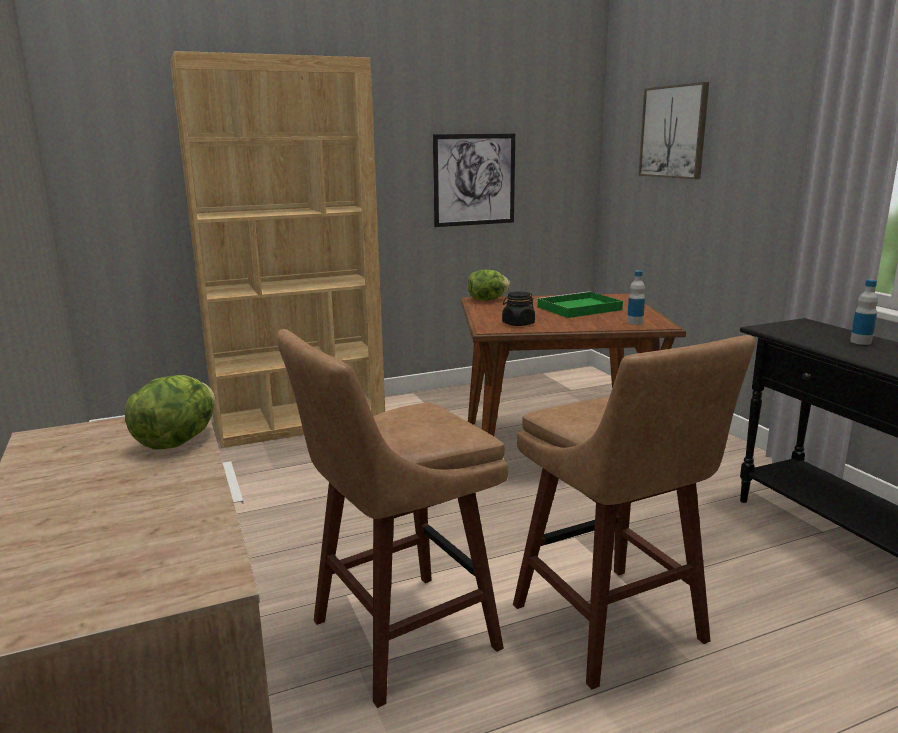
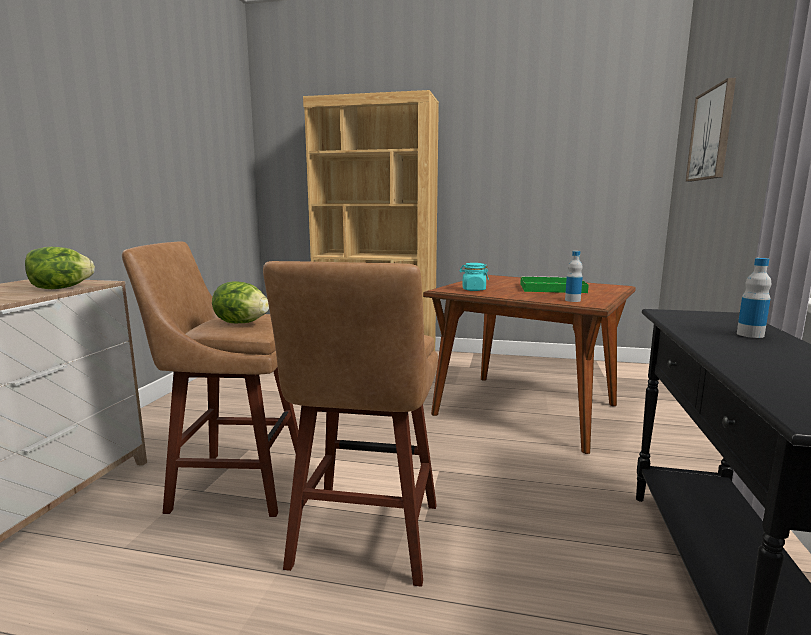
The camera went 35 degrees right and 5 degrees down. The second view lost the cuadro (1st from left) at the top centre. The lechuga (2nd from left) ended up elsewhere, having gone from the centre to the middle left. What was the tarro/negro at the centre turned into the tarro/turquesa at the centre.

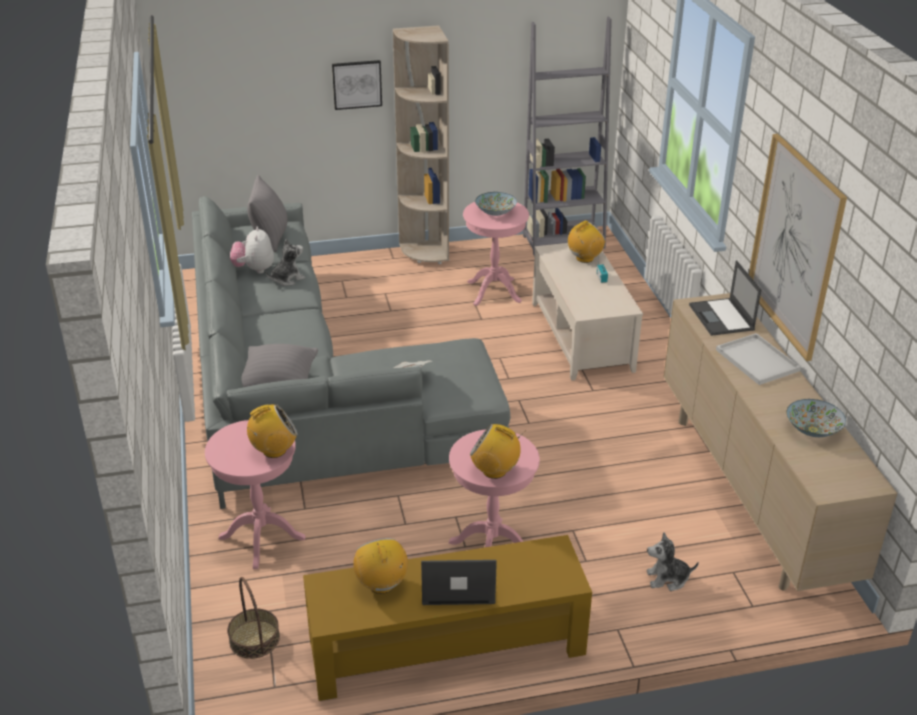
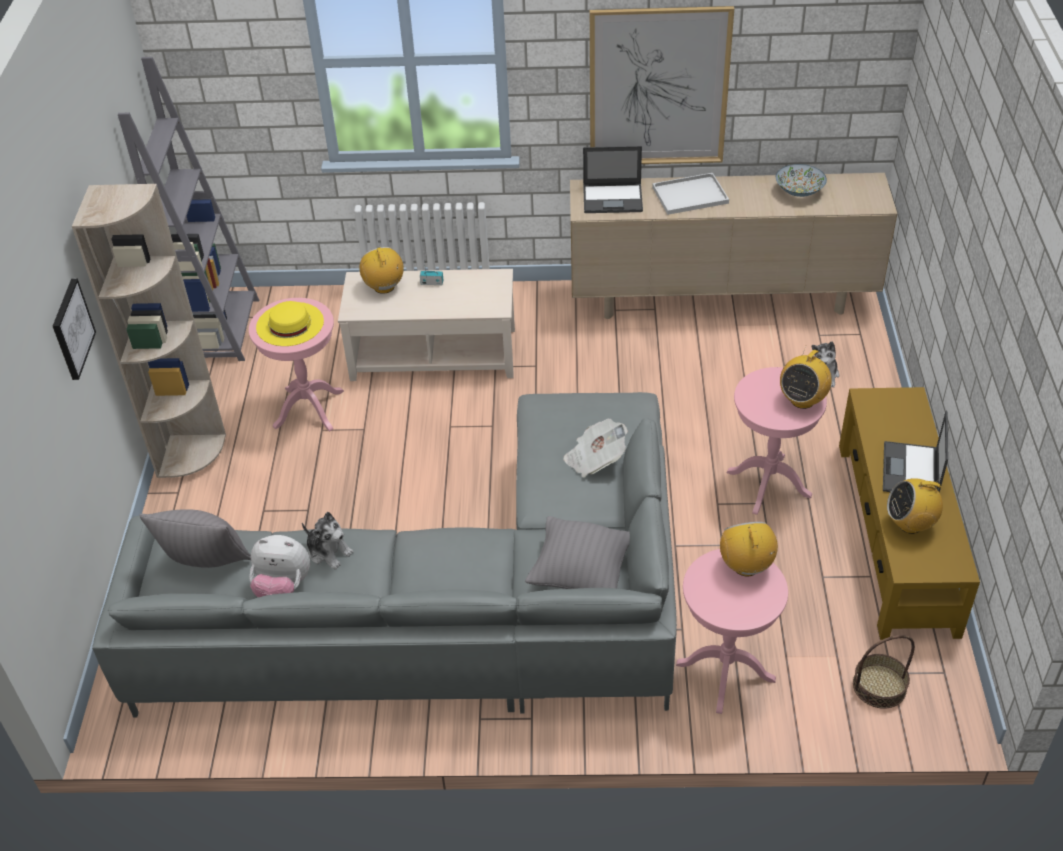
The camera went 75 degrees left and 10 degrees up. Where the cuenco (1st from left) stood at the top centre, the sombrero/amarillo came to stand at the middle left. The peluche (2nd from left) at the middle left ended up facing another way, 150 degrees clockwise from before.

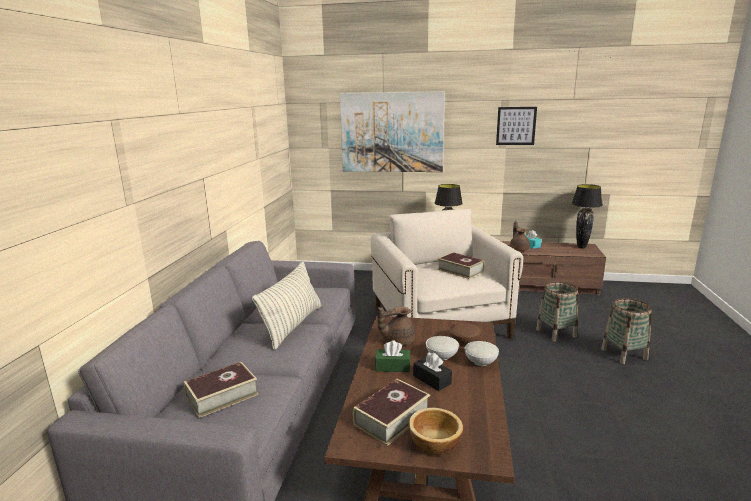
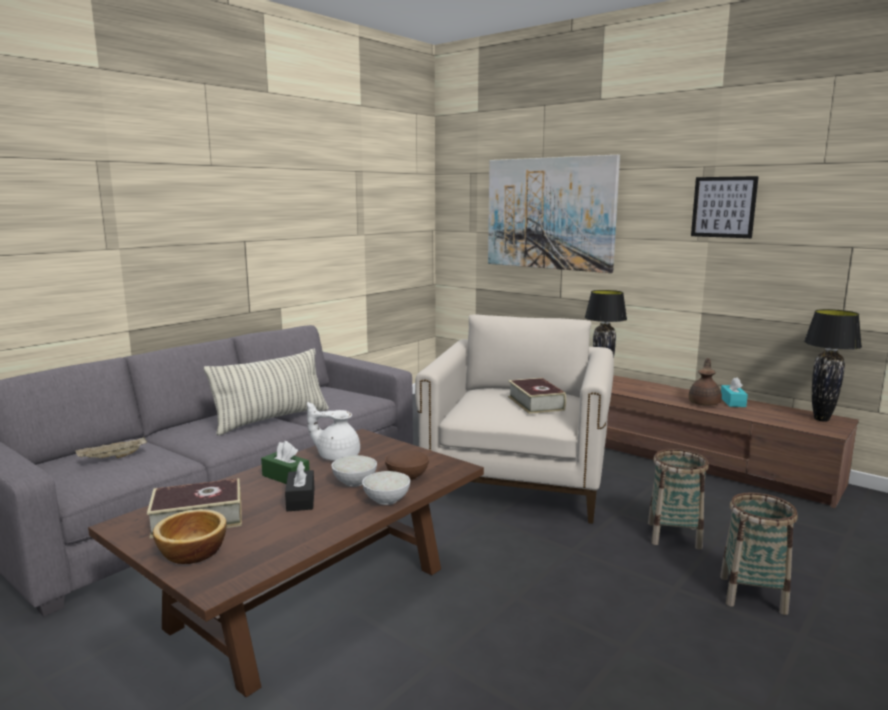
The camera went 30 degrees right and 5 degrees down. What was the tetera/marrón (1st from left) at the centre turned into the tetera/blanco at the centre. Where the libro (1st from left) stood at the bottom left, the bandeja/beis came to stand at the middle left.

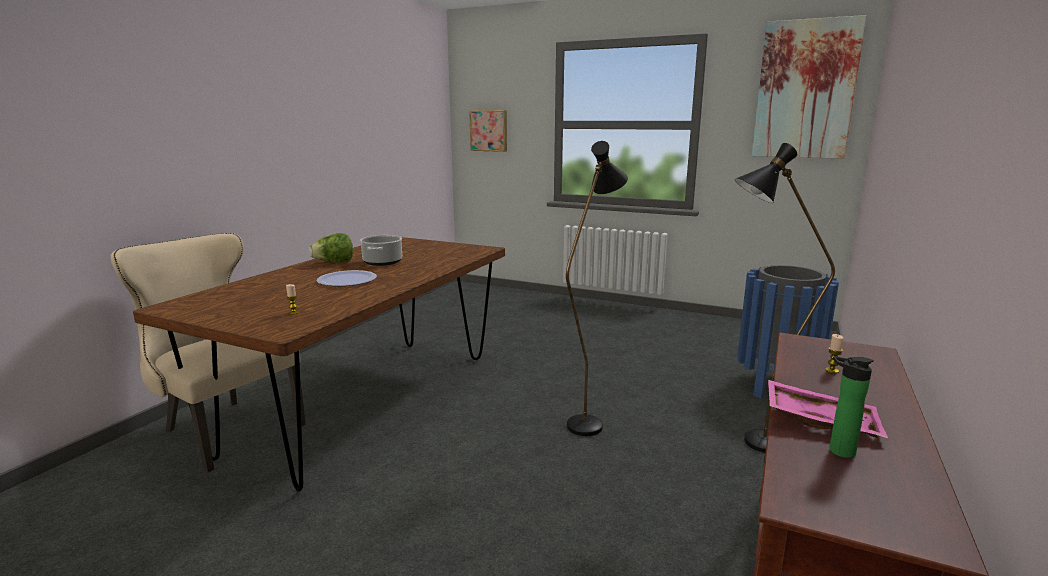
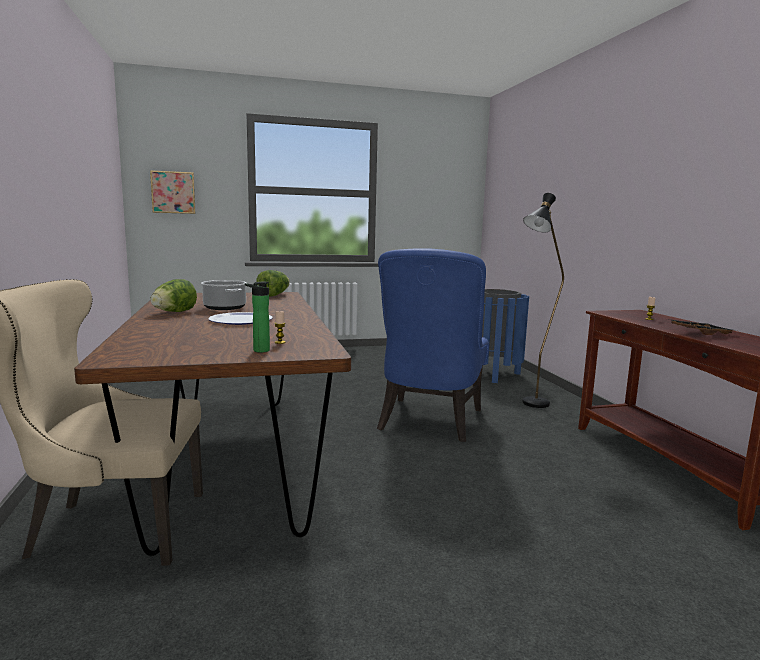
The camera went 40 degrees left and 5 degrees down. The second view lost the cuadro (2nd from left) at the top right. Where the lámpara de pie/negro (1st from left) stood at the centre, the silla/azul came to stand at the centre. The botella ended up elsewhere, having gone from the bottom right to the centre. What was the bandeja/rosa at the bottom right turned into the bandeja/negro at the middle right. The second view gained the lechuga (2nd from left) at the centre.

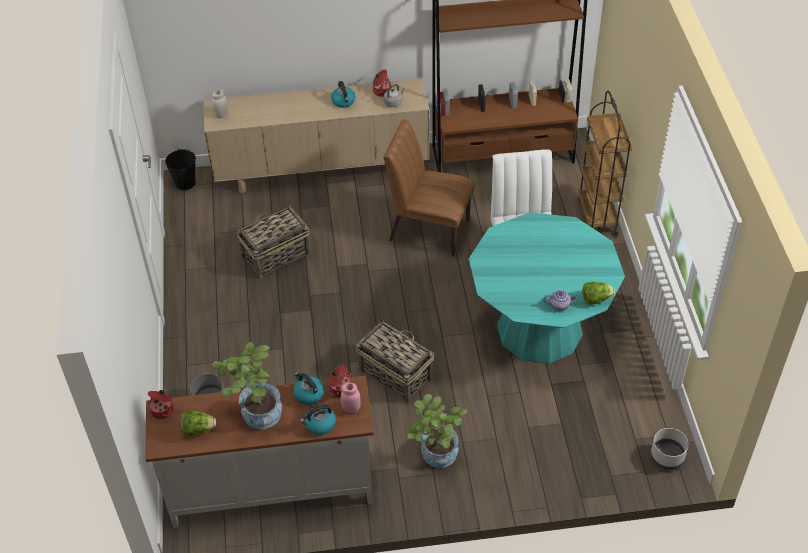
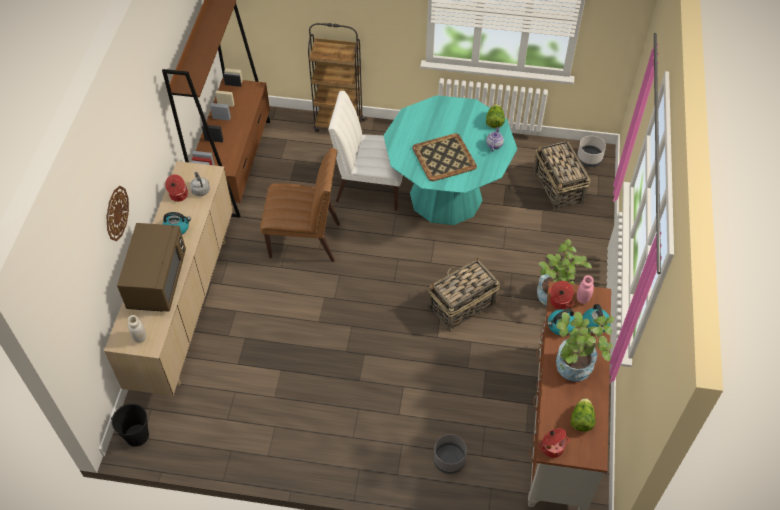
The camera went 75 degrees left and 5 degrees up. The silla/marrón at the centre ended up facing another way, 120 degrees counterclockwise from before. The cesta (1st from left in the first image) ended up elsewhere, having gone from the centre to the middle right. The second view gained the bandeja at the top centre. The second view gained the reloj de pared at the middle left. The second view gained the microondas/marrón at the middle left.

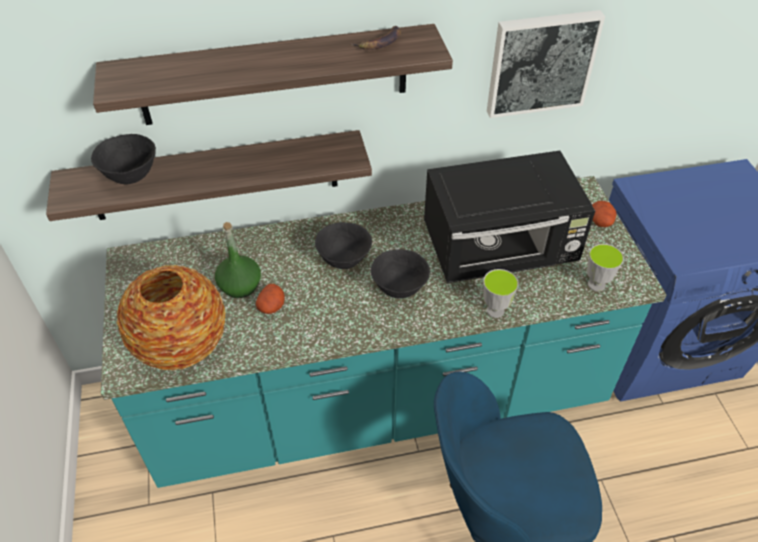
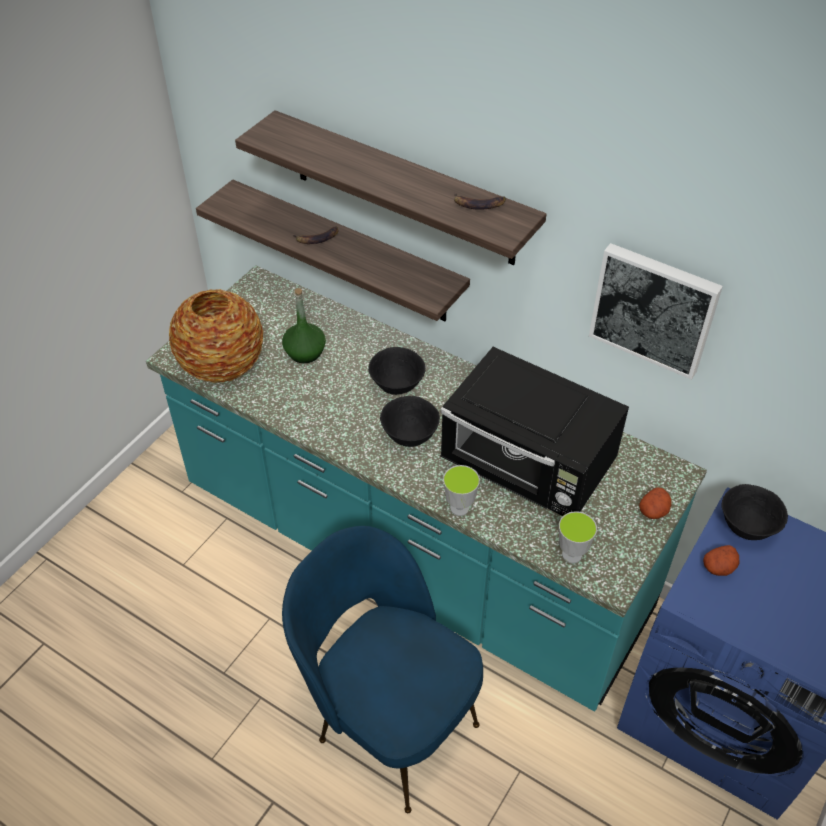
The camera went 45 degrees right and 0 degrees up. The cuenco/negro (1st from left in the first image) ended up elsewhere, having gone from the top left to the middle right. The patata (1st from left in the first image) ended up elsewhere, having gone from the centre to the bottom right. The second view gained the plátano (1st from left) at the top centre.

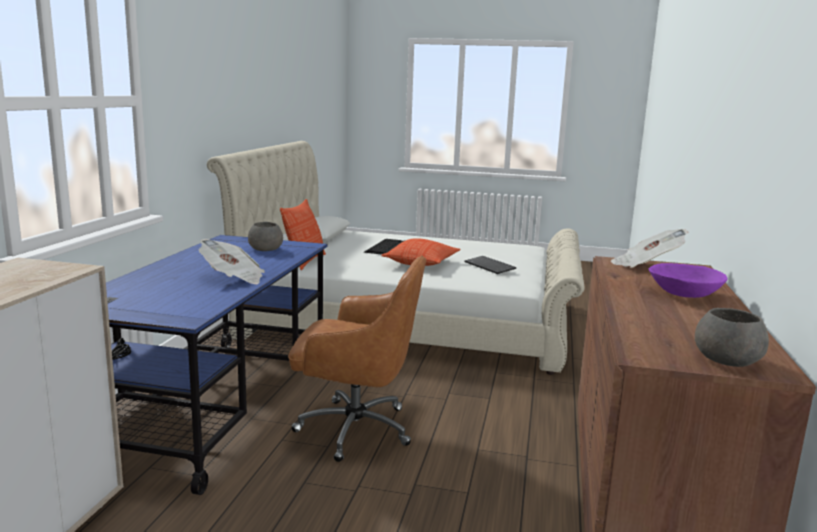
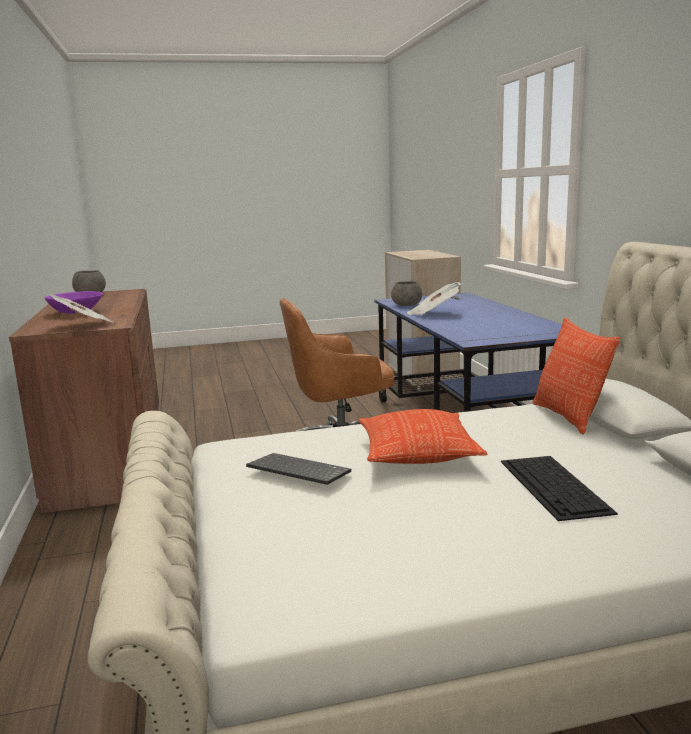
The camera went 155 degrees right and 0 degrees up. The cuenco/gris (1st from left in the first image) ended up elsewhere, having gone from the middle left to the centre.

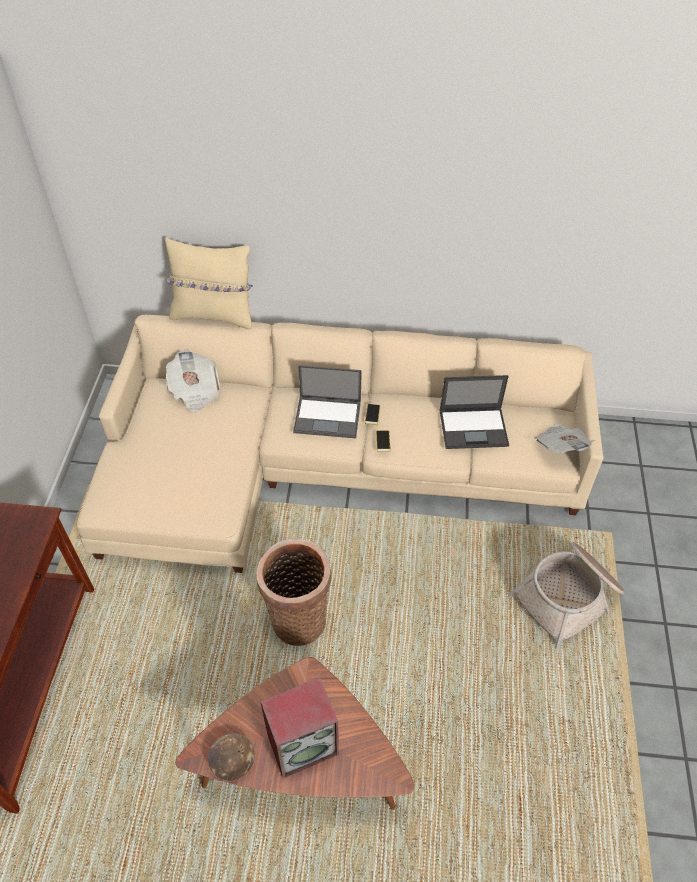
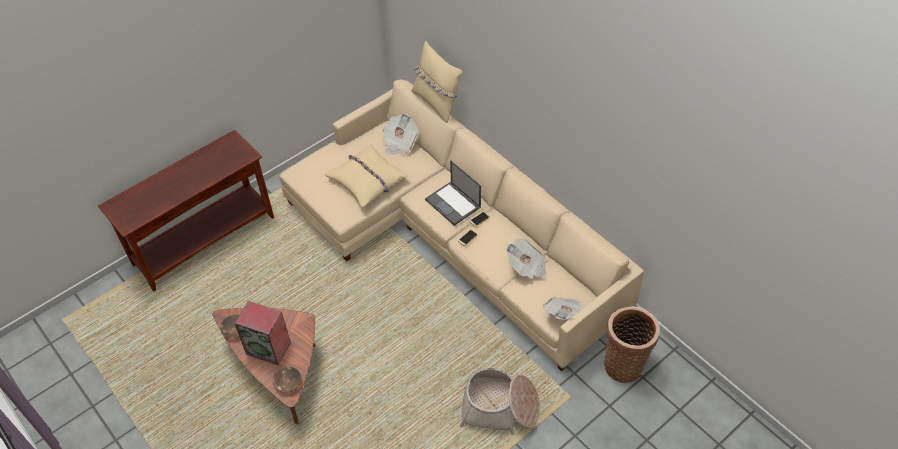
The camera went 45 degrees right and 0 degrees up. Where the portátil (2nd from left) stood at the middle right, the periódico (2nd from left) came to stand at the centre. The cesta (1st from left in the first image) ended up elsewhere, having gone from the bottom centre to the bottom right. The second view gained the cojín/beis (1st from left) at the centre. The second view gained the cuenco/marrón (2nd from left) at the bottom left.

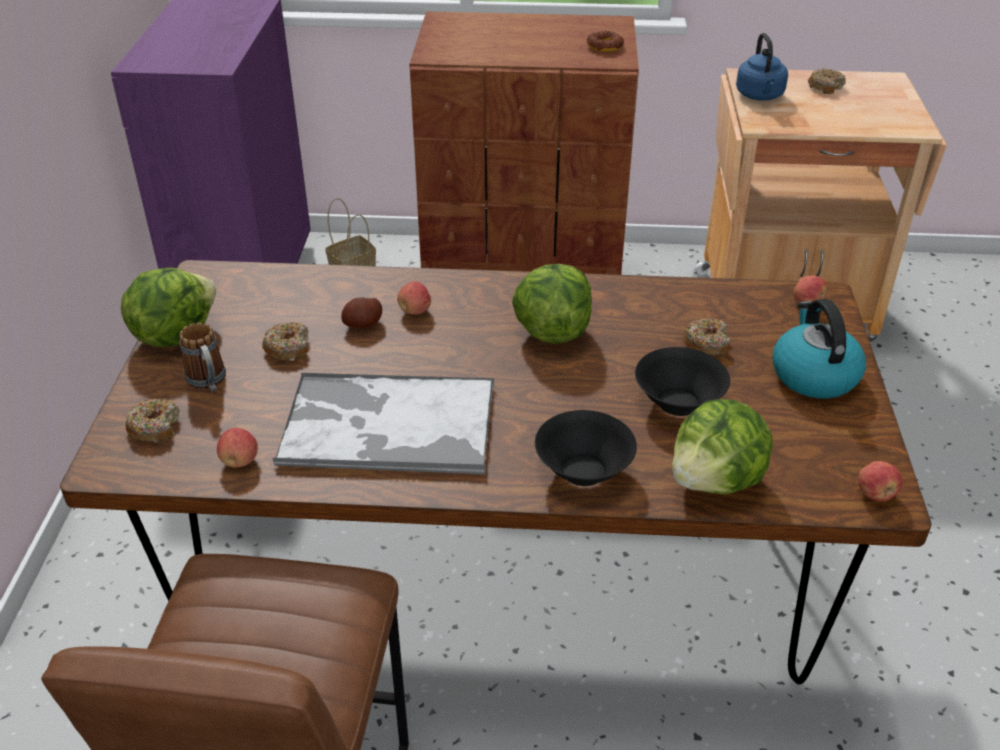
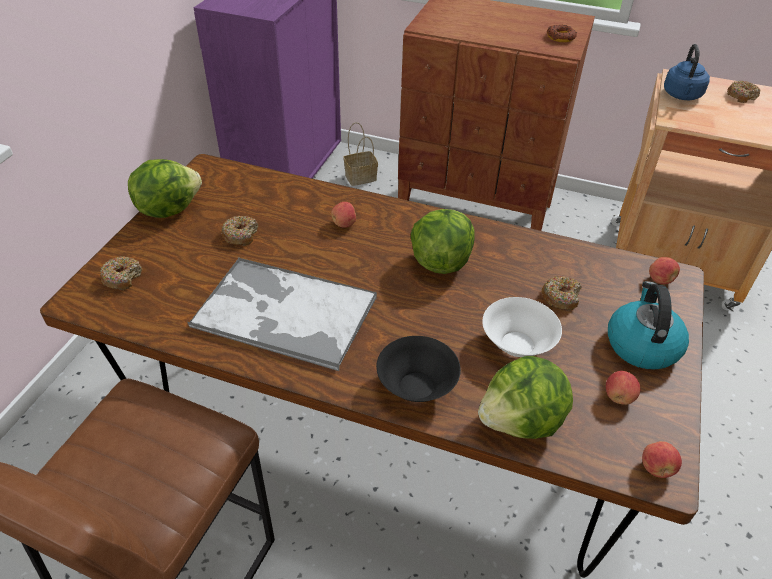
The camera went 15 degrees right and 5 degrees up. The second view lost the patata at the centre. The second view lost the taza grande at the middle left. What was the cuenco/negro (2nd from left) at the middle right turned into the cuenco/blanco at the middle right. The manzana (1st from left in the first image) ended up elsewhere, having gone from the middle left to the bottom right.

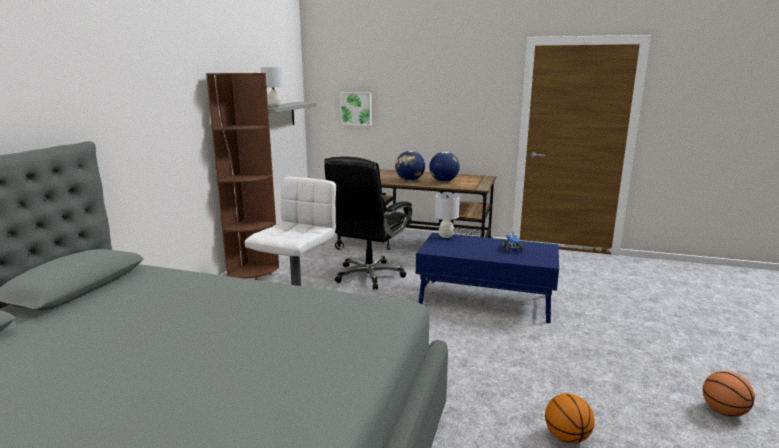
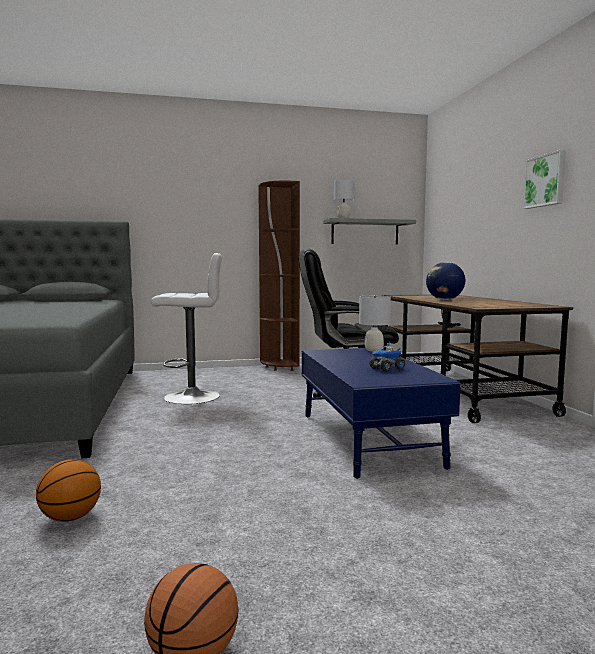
The camera went 60 degrees right and 10 degrees down. The cuadro ended up elsewhere, having gone from the top centre to the top right. The second view lost the globo terráqueo (2nd from left) at the centre.

